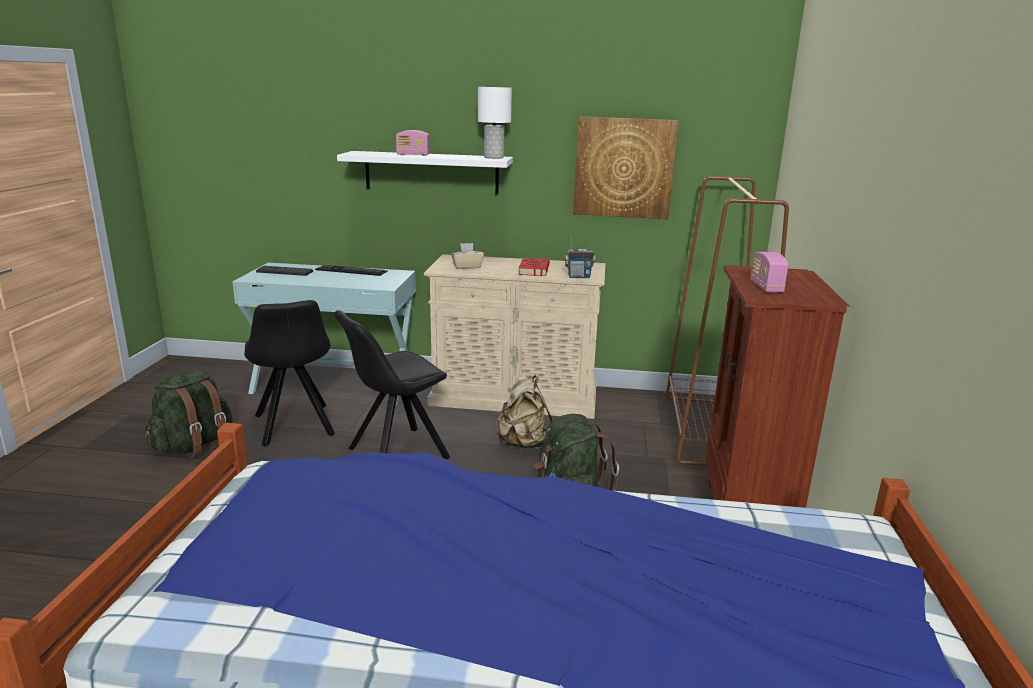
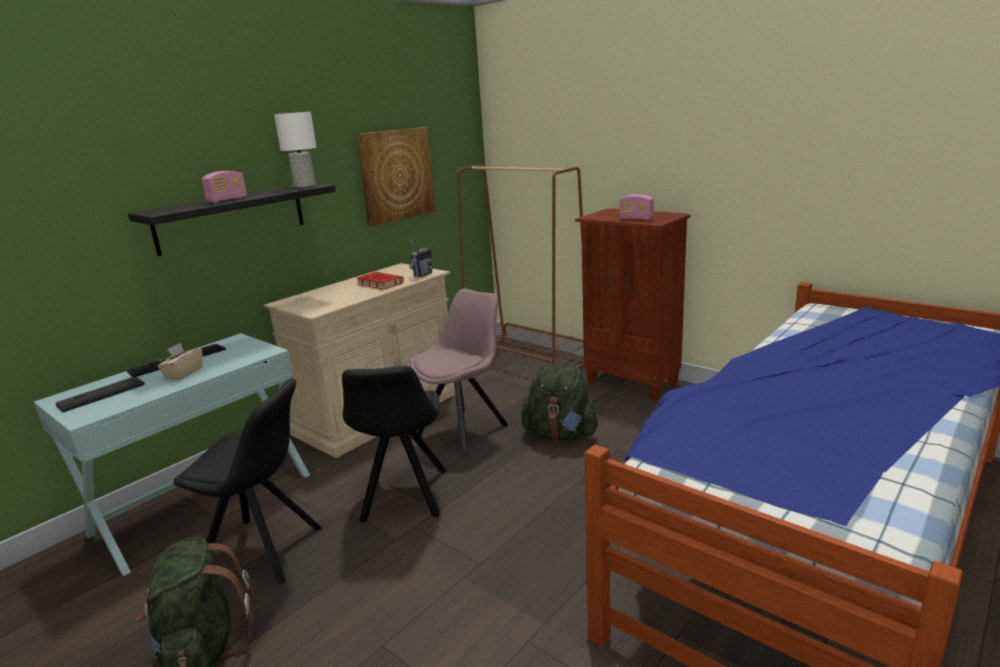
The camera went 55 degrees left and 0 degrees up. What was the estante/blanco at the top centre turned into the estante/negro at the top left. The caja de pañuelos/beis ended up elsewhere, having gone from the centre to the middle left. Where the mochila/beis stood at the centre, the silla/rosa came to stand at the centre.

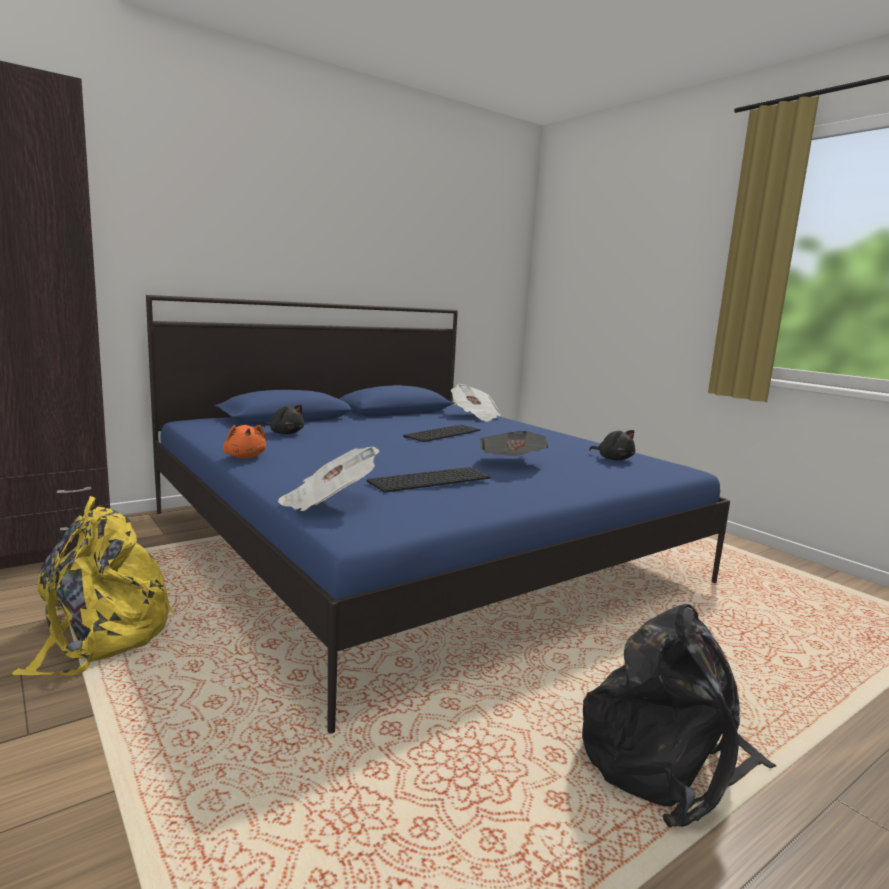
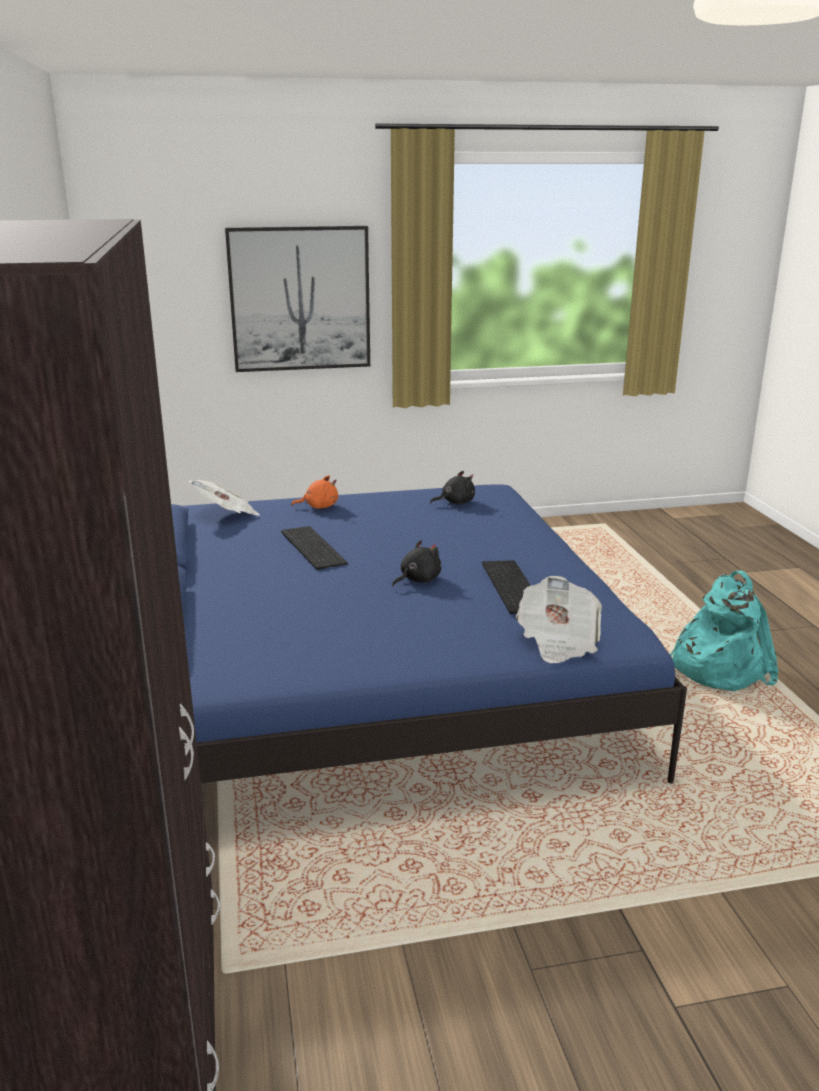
The camera went 65 degrees left and 10 degrees up. The peluche/negro (1st from left) ended up elsewhere, having gone from the middle left to the centre. The peluche/naranja ended up elsewhere, having gone from the middle left to the centre. The second view lost the periódico (3rd from left) at the centre. The second view lost the mochila/amarillo at the middle left. What was the mochila/negro at the bottom right turned into the mochila/turquesa at the middle right. The second view gained the cuadro at the top centre.

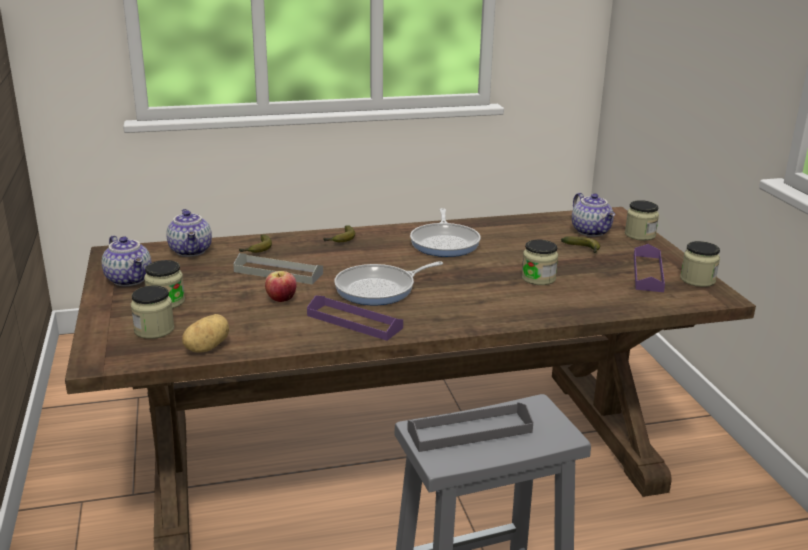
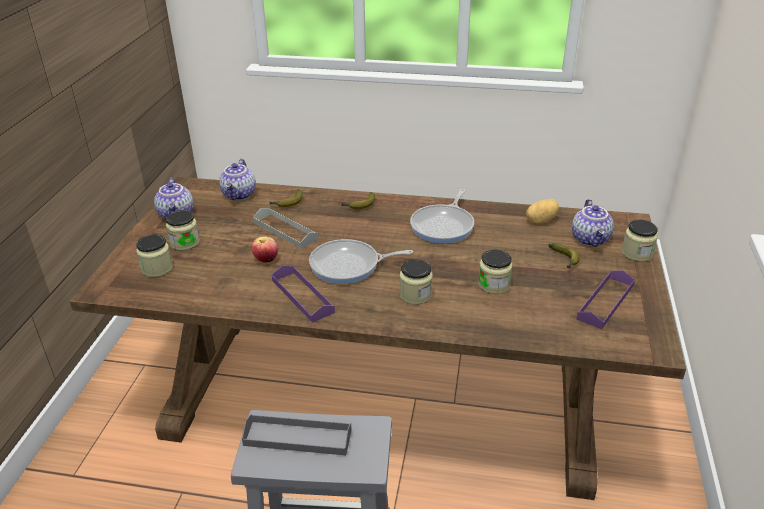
The camera went 25 degrees right and 10 degrees up. The tarro (5th from left in the first image) ended up elsewhere, having gone from the middle right to the centre. The patata ended up elsewhere, having gone from the middle left to the middle right.

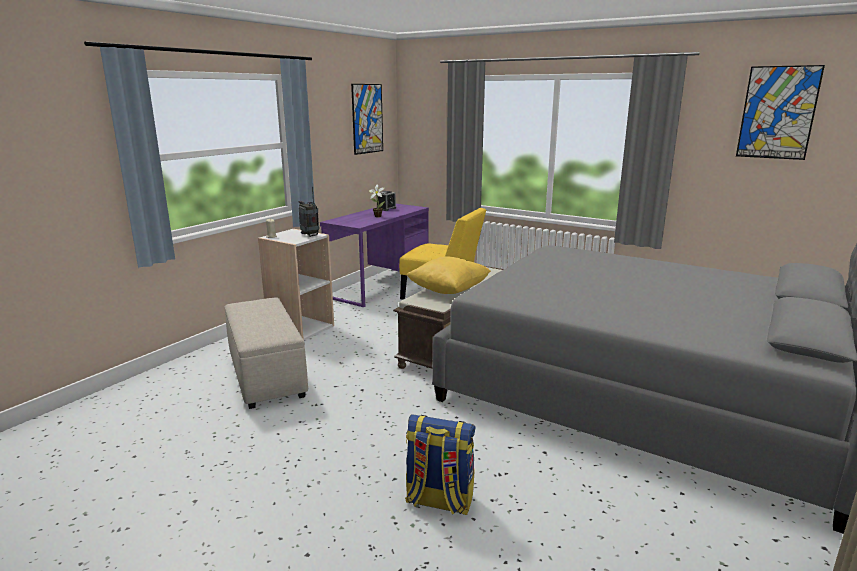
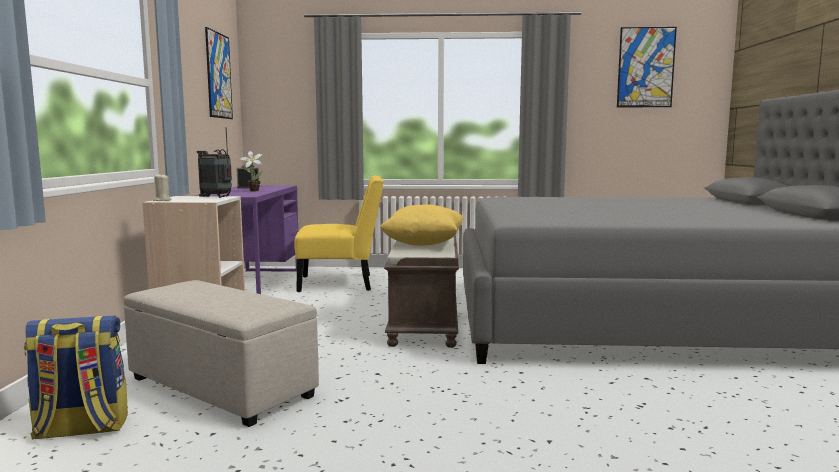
The camera went 30 degrees left and 10 degrees down. The mochila ended up elsewhere, having gone from the bottom centre to the bottom left.

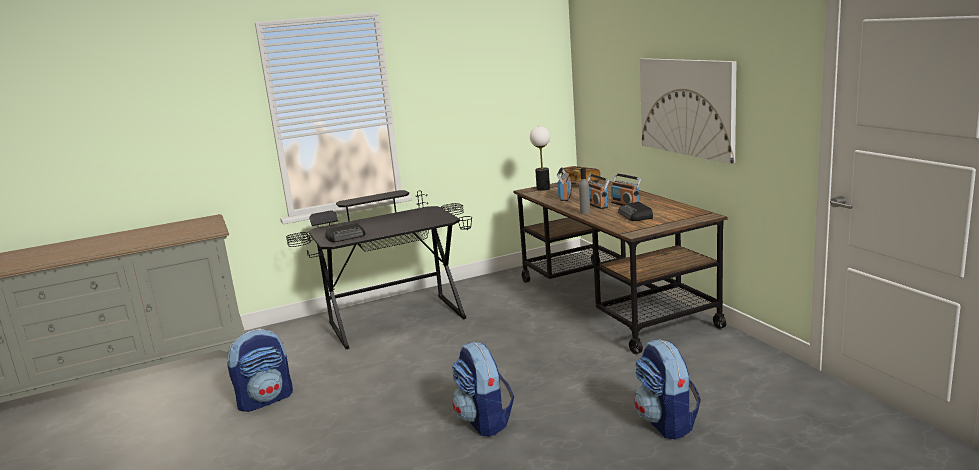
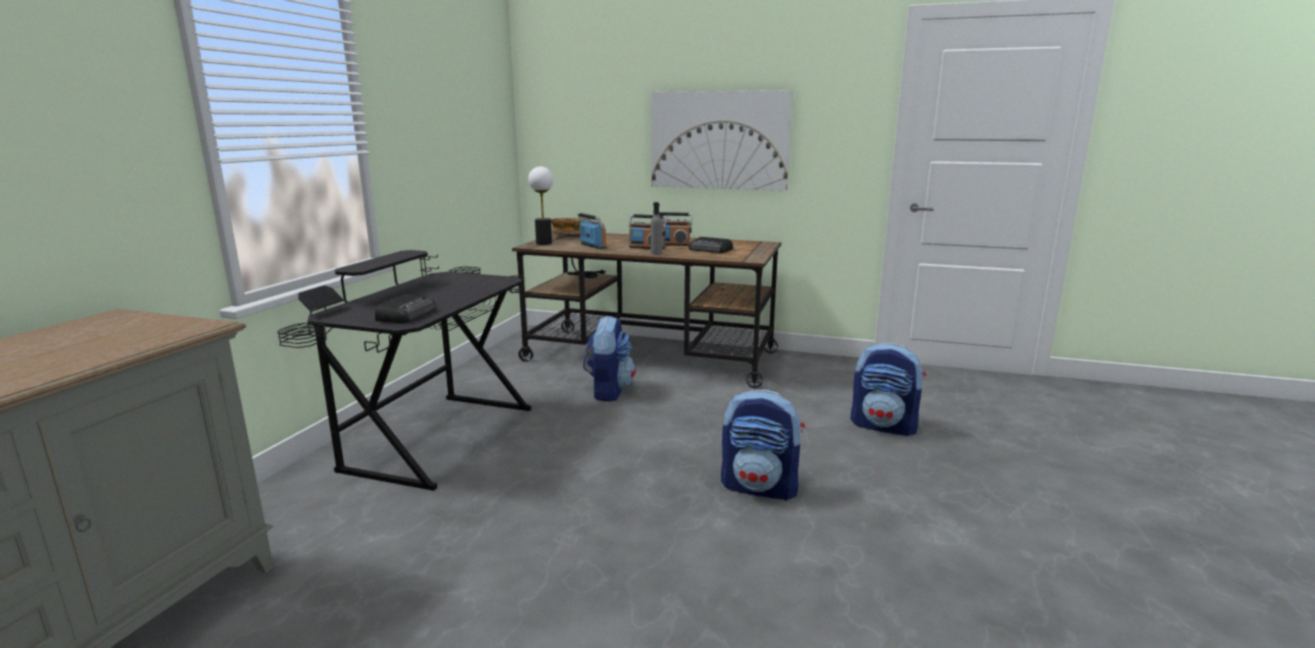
The camera went 50 degrees left and 0 degrees up. The mochila (1st from left) ended up elsewhere, having gone from the bottom left to the centre.

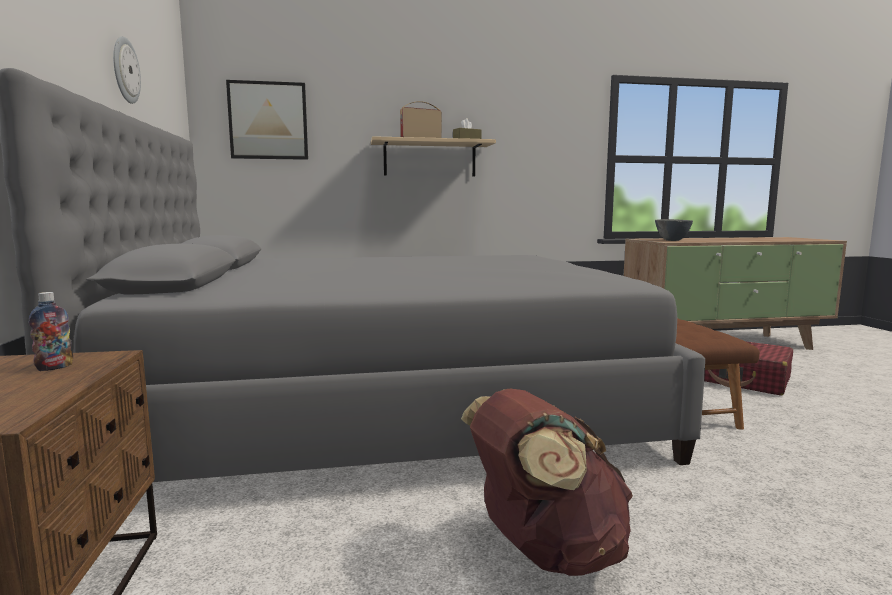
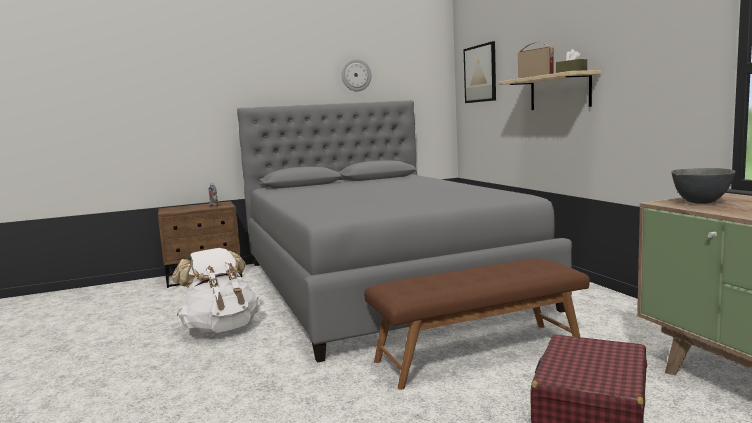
The camera went 80 degrees right and 0 degrees up. What was the mochila/marrón at the bottom centre turned into the mochila/blanco at the bottom left.

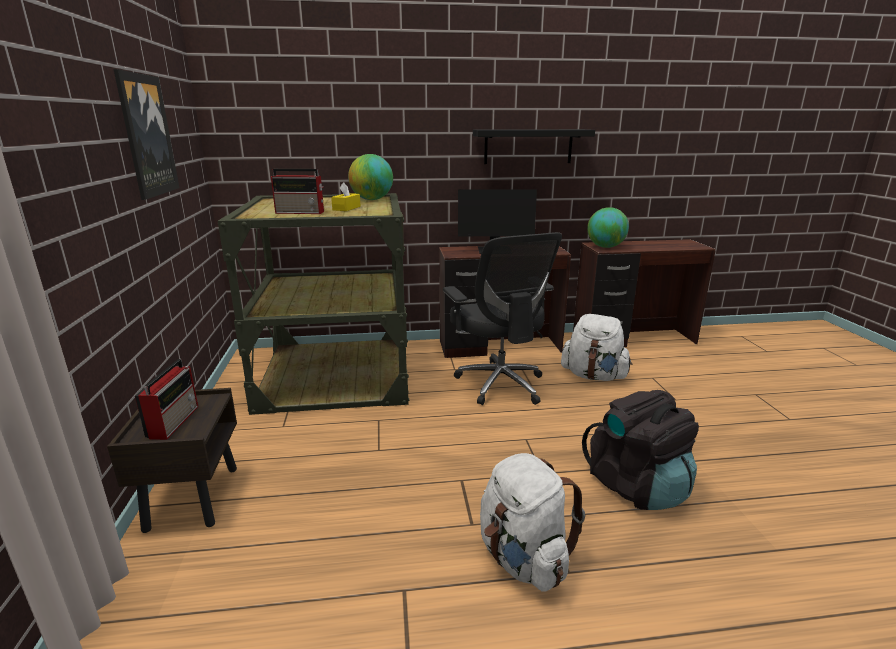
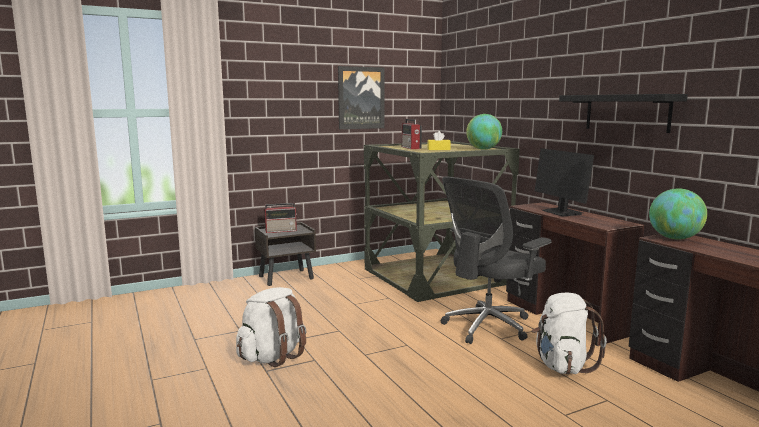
The camera went 70 degrees right and 10 degrees down. The second view lost the mochila/negro at the bottom right.

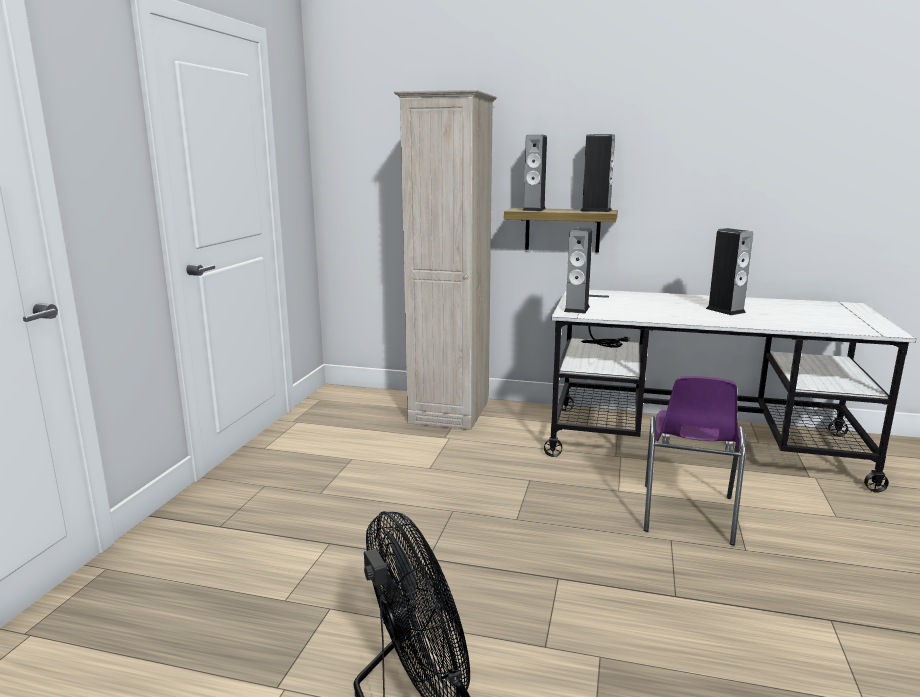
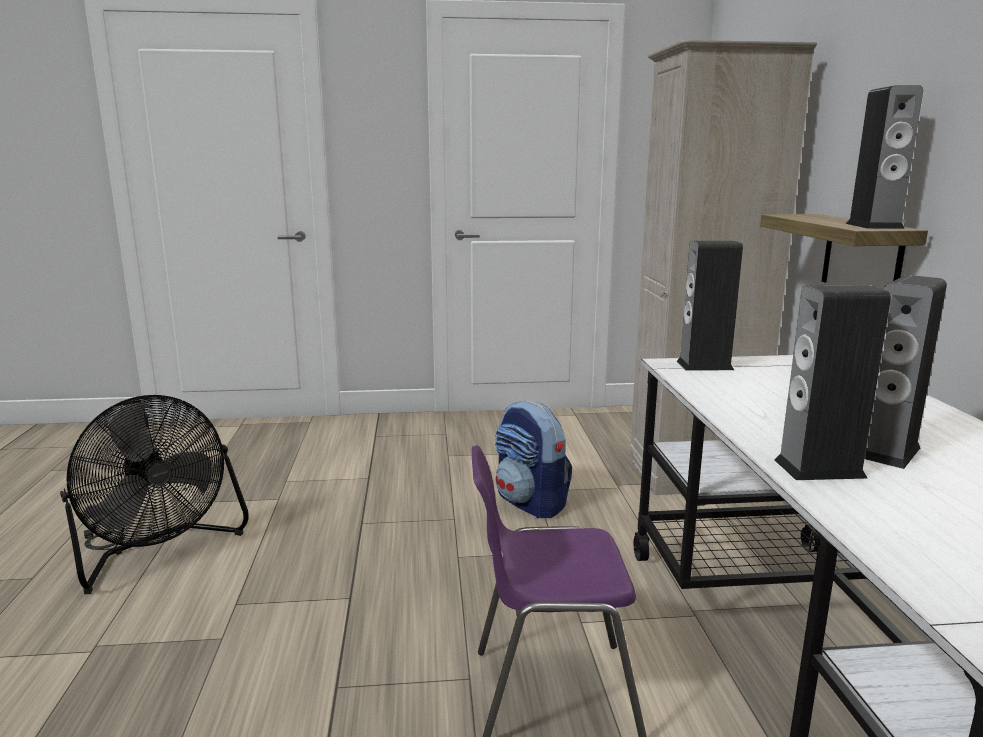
The camera went 70 degrees right and 0 degrees up. The altavoz (1st from left in the first image) ended up elsewhere, having gone from the top centre to the middle right. The second view gained the mochila at the centre.

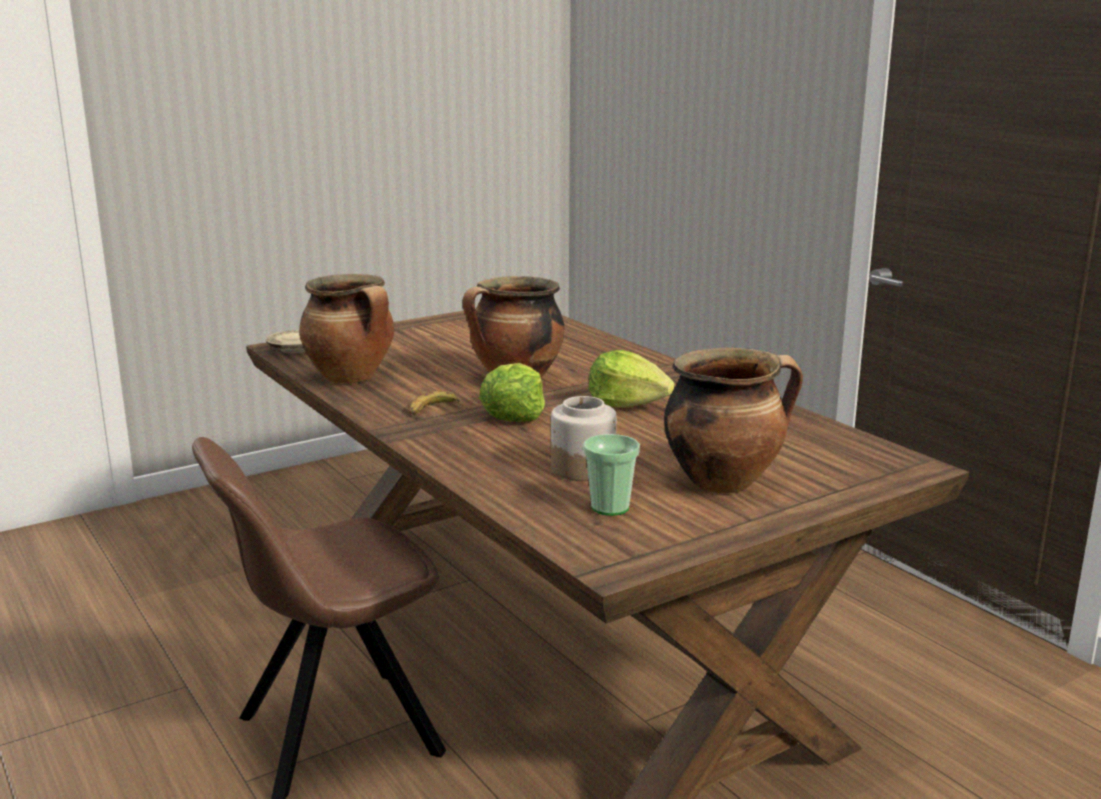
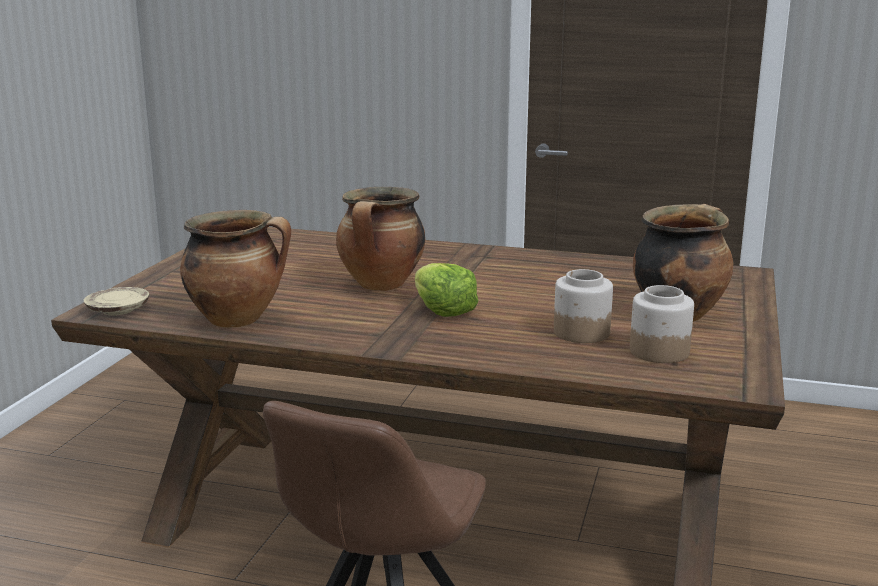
The camera went 40 degrees left and 0 degrees up. The second view lost the lechuga (2nd from left) at the centre. The second view lost the plátano at the centre. Where the taza stood at the centre, the tarro (2nd from left) came to stand at the middle right.

